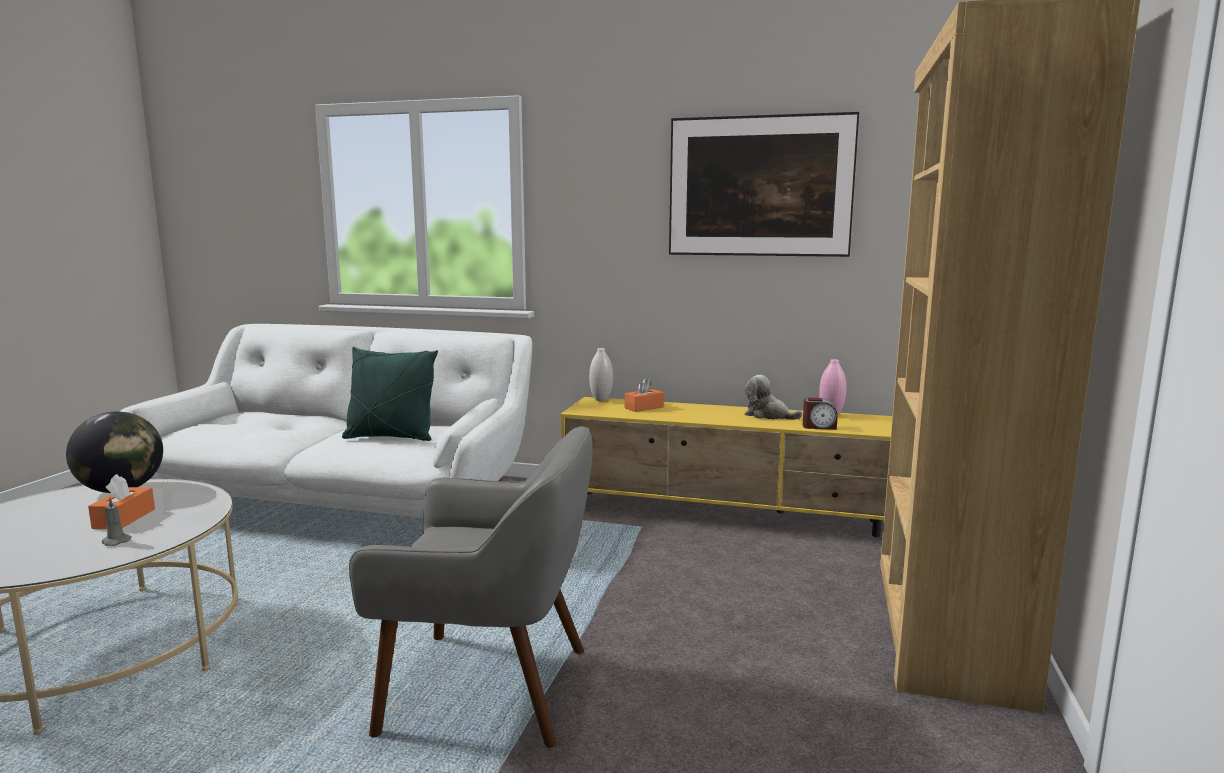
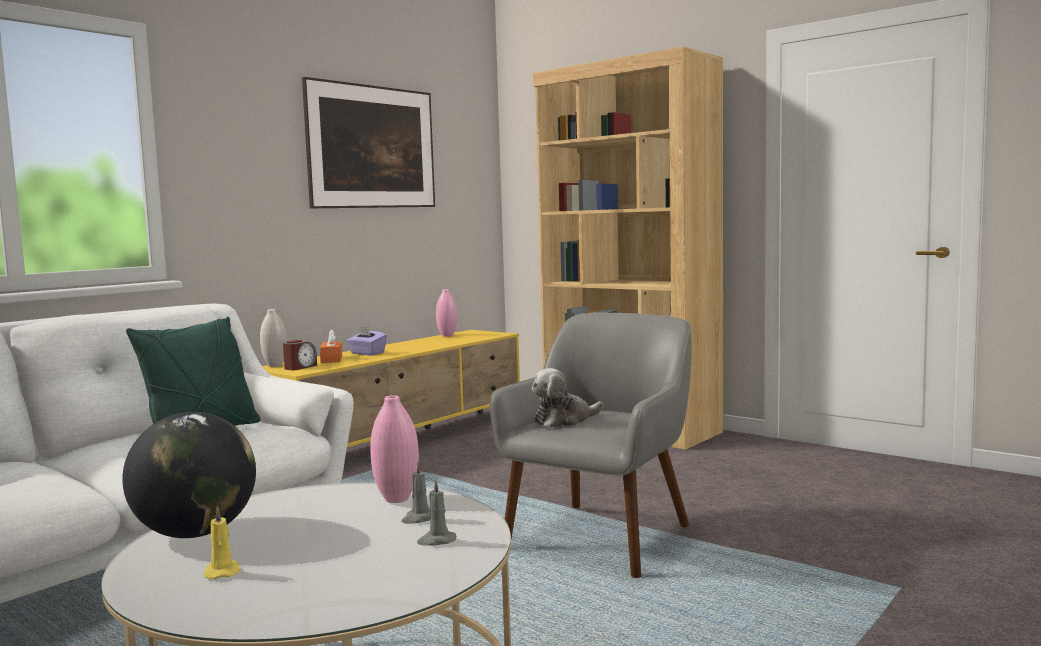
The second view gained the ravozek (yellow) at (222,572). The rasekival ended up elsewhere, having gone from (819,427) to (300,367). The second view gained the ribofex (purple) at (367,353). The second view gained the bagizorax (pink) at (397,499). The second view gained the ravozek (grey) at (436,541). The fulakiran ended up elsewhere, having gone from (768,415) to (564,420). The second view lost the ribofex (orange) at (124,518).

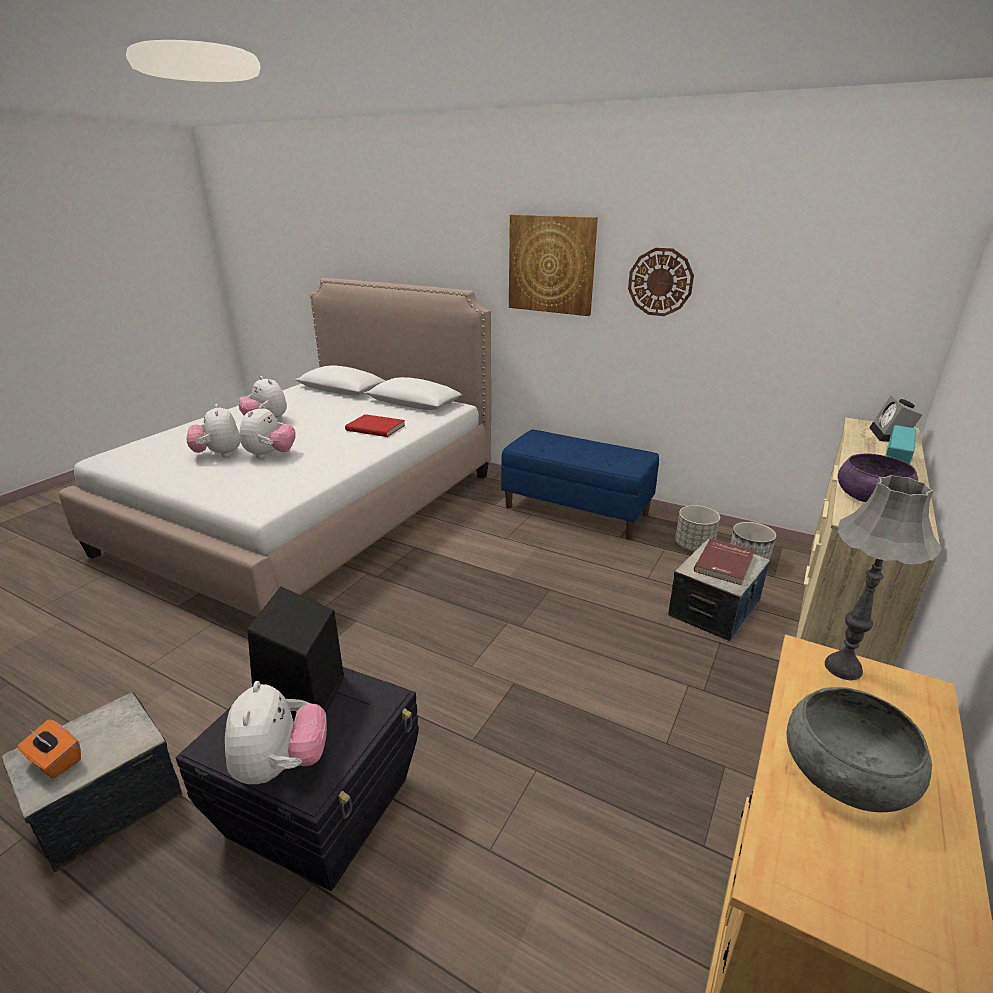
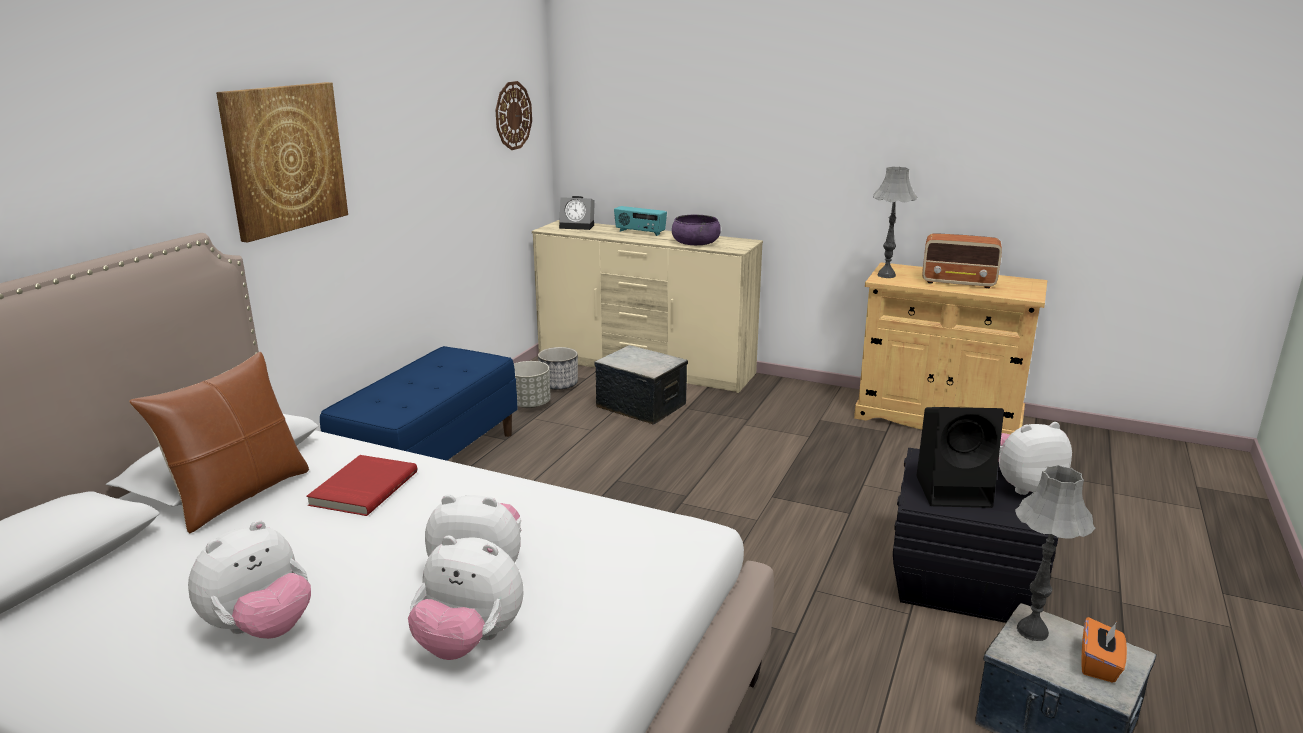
The second view gained the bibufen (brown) at (239,495). The fulakiran at (218,454) ended up facing another way, 45 degrees clockwise from before. The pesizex ended up elsewhere, having gone from (660,282) to (513,115). Where the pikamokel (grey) stood at (846,770), the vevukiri came to stand at (959,282). The second view gained the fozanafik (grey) at (1031,631). The second view lost the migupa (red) at (725,564).

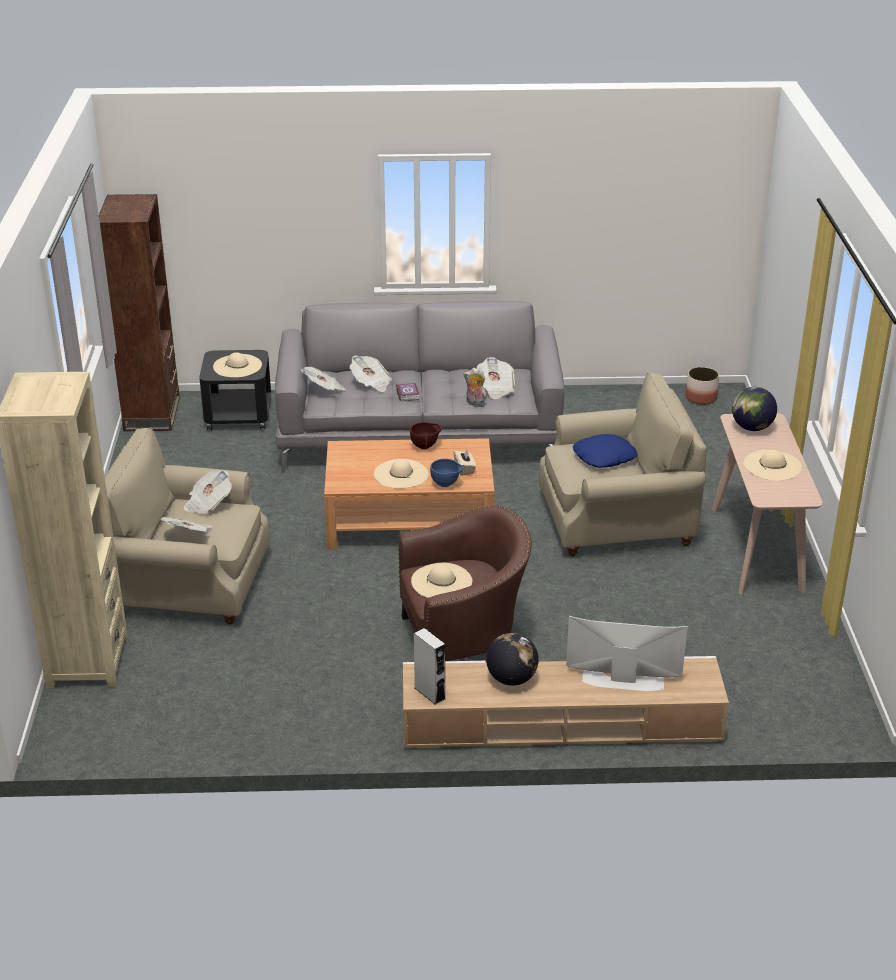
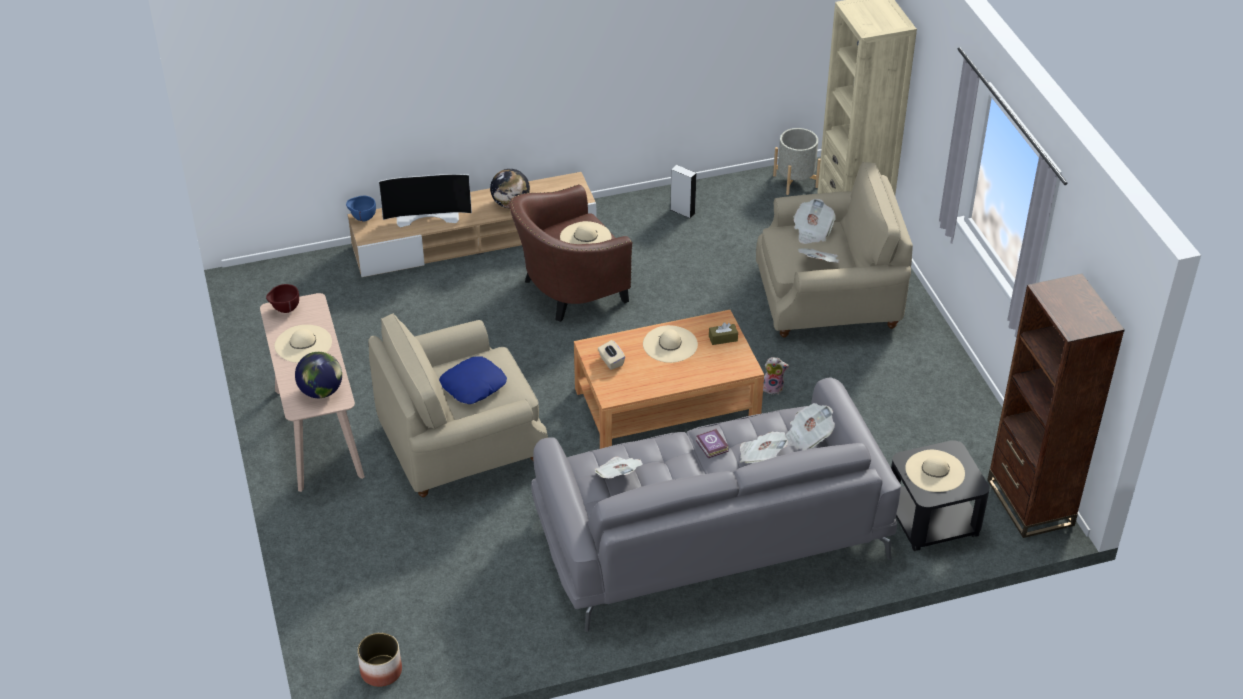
The pikamokel (brown) ended up elsewhere, having gone from (425,447) to (285,310). The pikamokel (blue) ended up elsewhere, having gone from (446,485) to (362,218). The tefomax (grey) ended up elsewhere, having gone from (429,693) to (682,211). The second view gained the ribofex (brown) at (723,338). The fulakiran ended up elsewhere, having gone from (475,404) to (773,388). The second view gained the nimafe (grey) at (795,181).

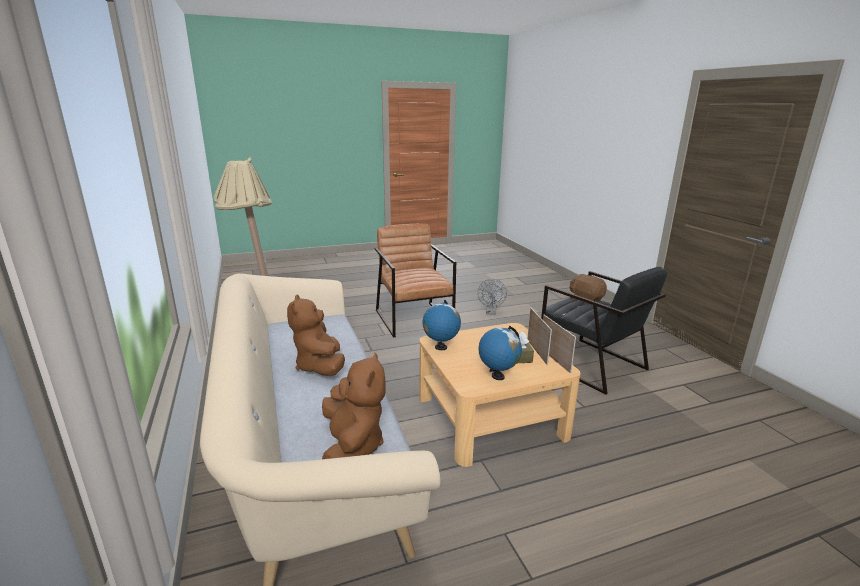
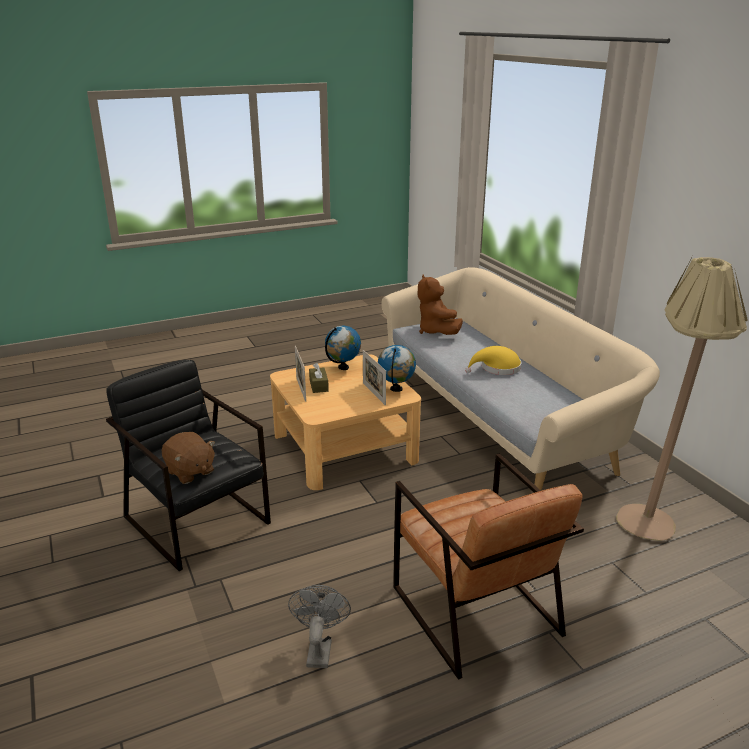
The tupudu ended up elsewhere, having gone from (554,360) to (374,394). Where the fulakiran (brown) stood at (320,367), the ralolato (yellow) came to stand at (497,368).

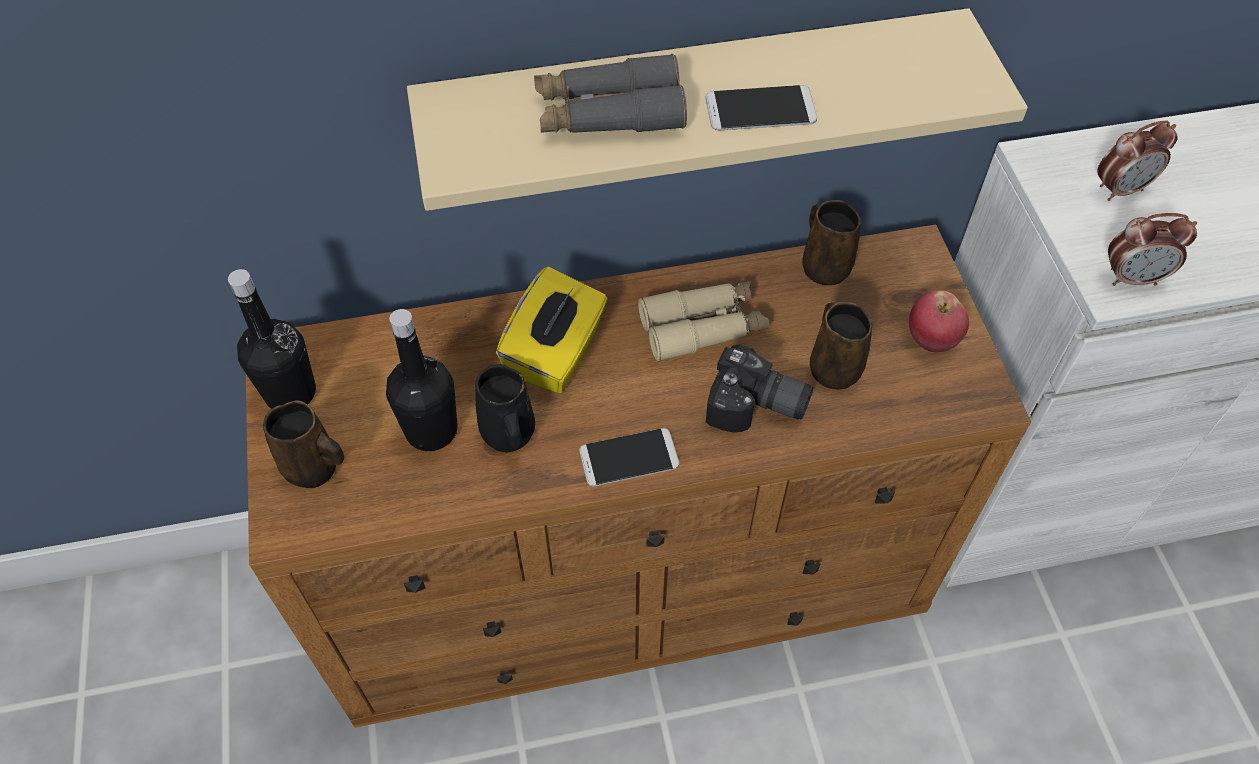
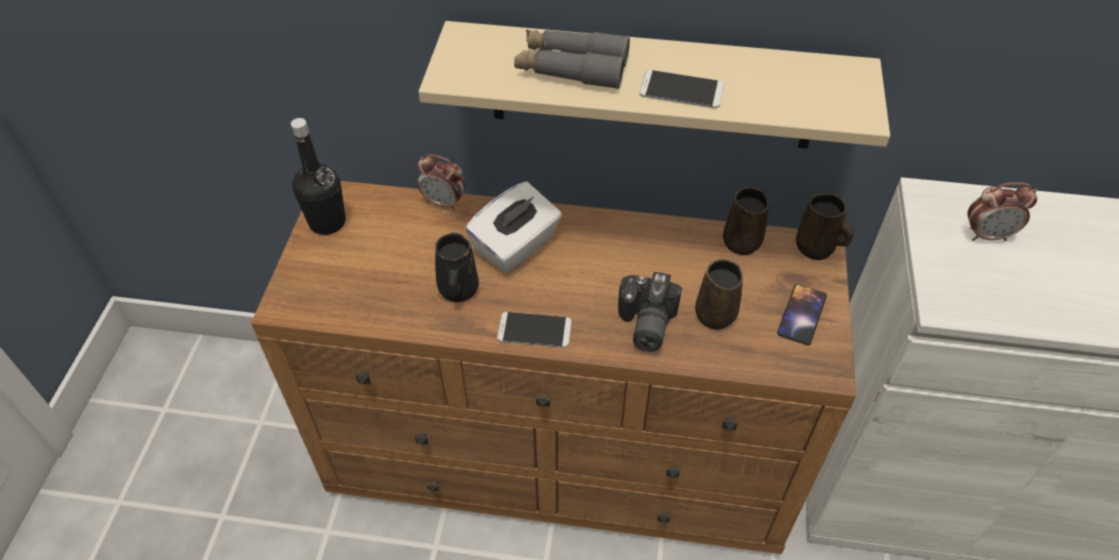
The rasekival ended up elsewhere, having gone from (1133,278) to (444,202). What was the ribofex (yellow) at (556,353) turned into the ribofex (white) at (516,246). The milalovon at (756,408) ended up facing another way, 60 degrees clockwise from before. Where the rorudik stood at (931,340), the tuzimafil came to stand at (801,314). The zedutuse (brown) ended up elsewhere, having gone from (315,469) to (816,249). The second view lost the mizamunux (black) at (431,430). The second view lost the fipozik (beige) at (703,327).

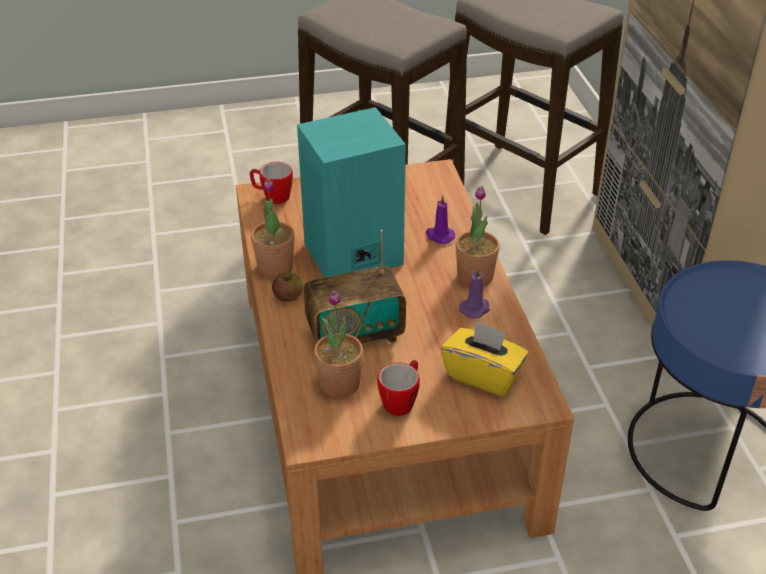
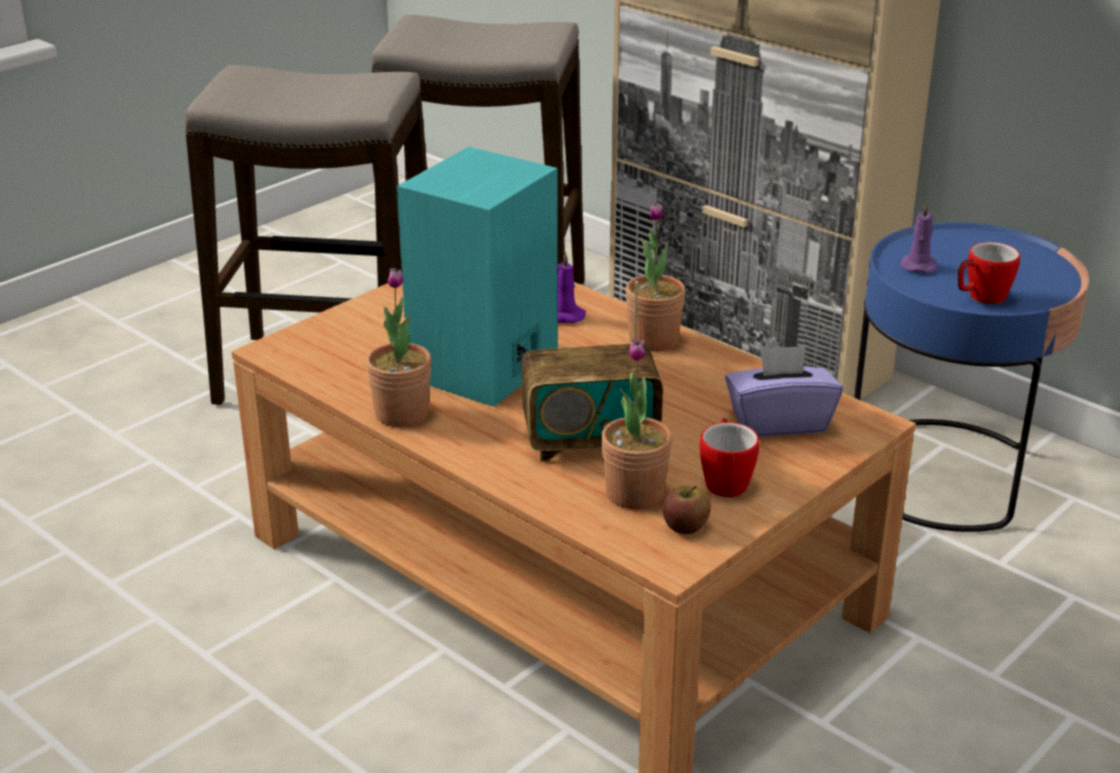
The vevukiri at (355,335) ended up facing another way, 45 degrees clockwise from before. The rorudik ended up elsewhere, having gone from (288,296) to (685,526). What was the ribofex (yellow) at (483,375) turned into the ribofex (purple) at (779,422). The ravozek (purple) ended up elsewhere, having gone from (475,308) to (918,265). The zedutuse ended up elsewhere, having gone from (272,197) to (981,298).

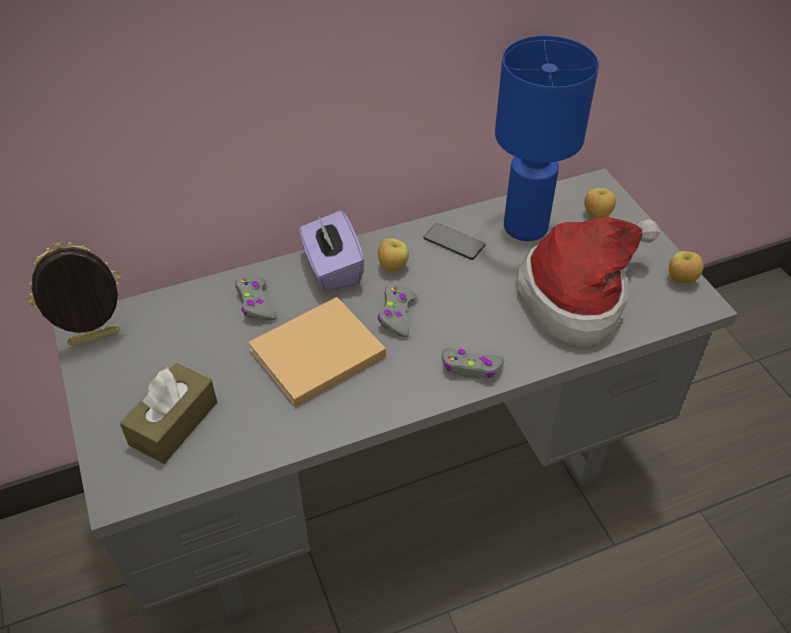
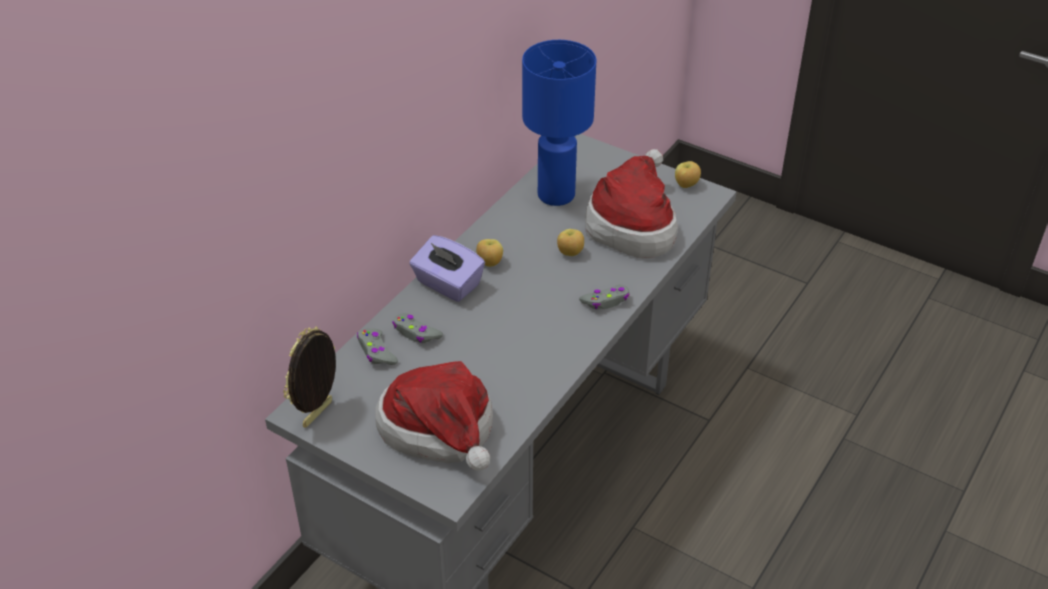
The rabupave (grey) ended up elsewhere, having gone from (397,315) to (376,352). Where the ribofex (brown) stood at (173,423), the ralolato came to stand at (441,434). The rorudik ended up elsewhere, having gone from (596,215) to (570,253). The second view lost the migupa (beige) at (314,355). The second view lost the tuzimafil at (454,242).

